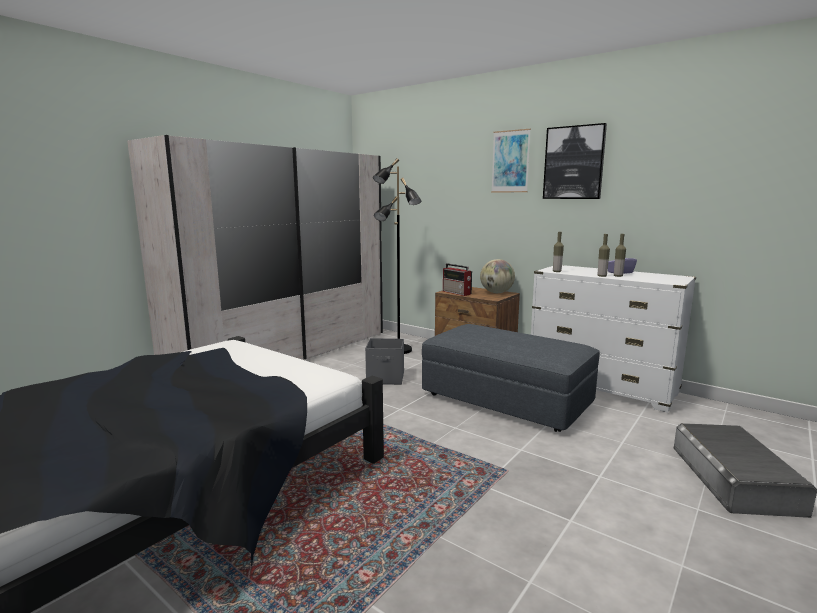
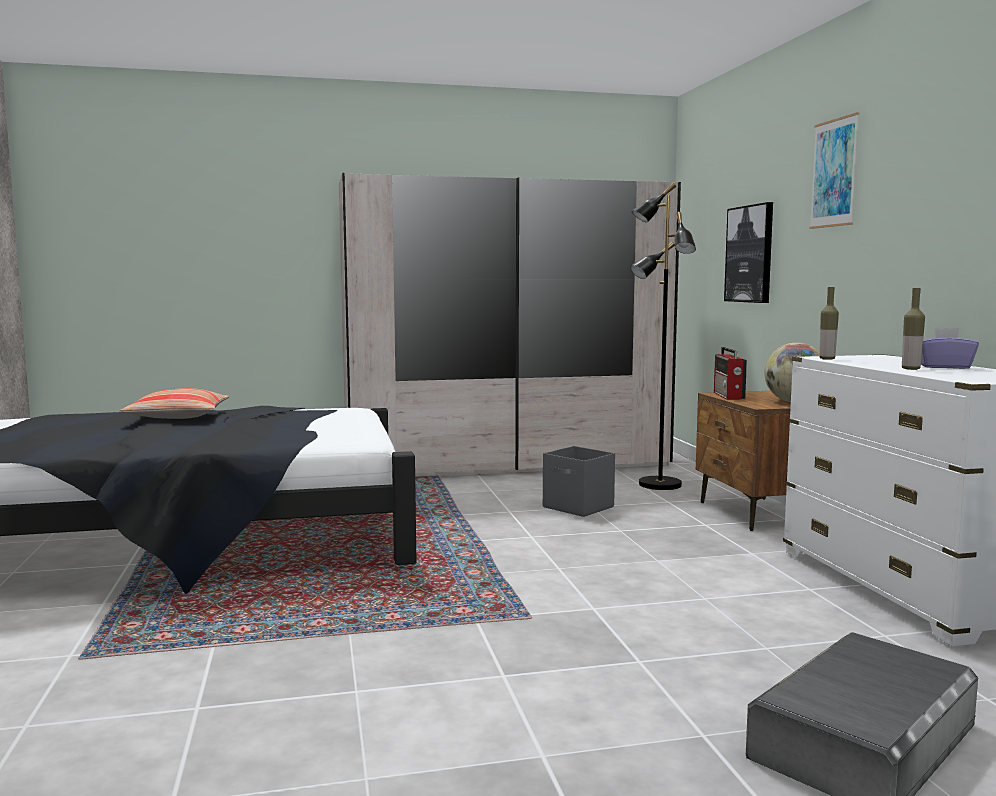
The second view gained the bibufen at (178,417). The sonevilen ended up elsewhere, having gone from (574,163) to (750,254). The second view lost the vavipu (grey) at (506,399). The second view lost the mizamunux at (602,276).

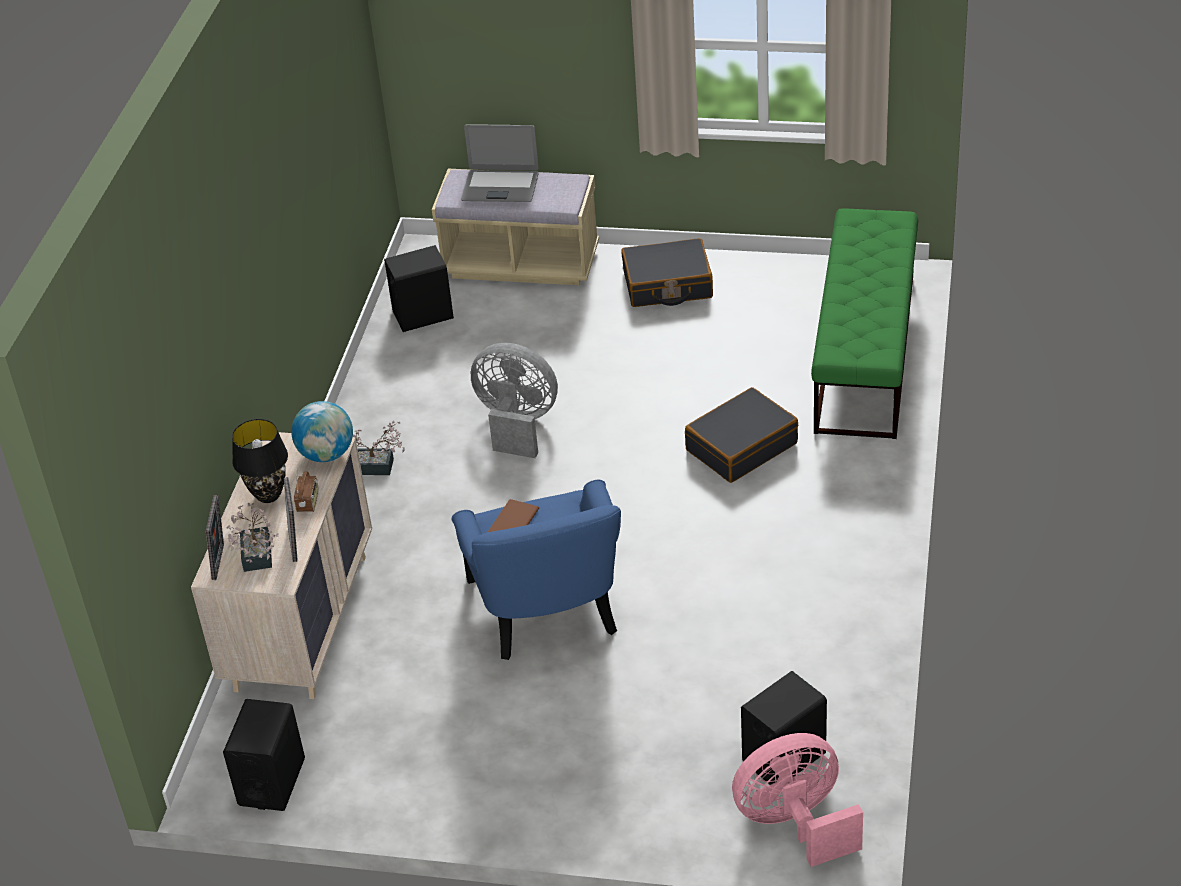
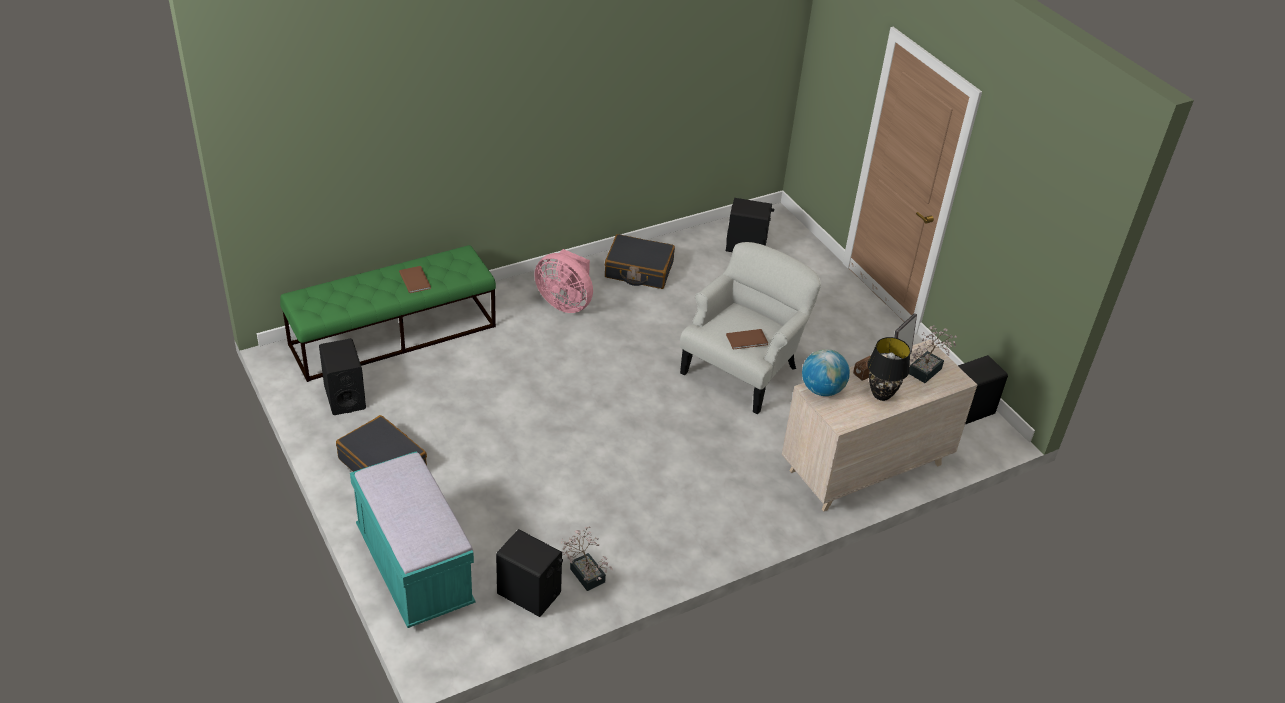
The second view gained the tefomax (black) at (344,397). What was the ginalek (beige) at (521,264) turned into the ginalek (turquoise) at (414,568). The second view gained the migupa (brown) at (415,279). The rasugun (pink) ended up elsewhere, having gone from (795,823) to (565,303). The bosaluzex ended up elsewhere, having gone from (378,467) to (585,572). The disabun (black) ended up elsewhere, having gone from (741,446) to (638,270). What was the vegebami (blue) at (546,607) turned into the vegebami (white) at (743,369). The second view lost the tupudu at (221,562). The second view lost the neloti at (500,187). The second view lost the rasugun (grey) at (516,424).

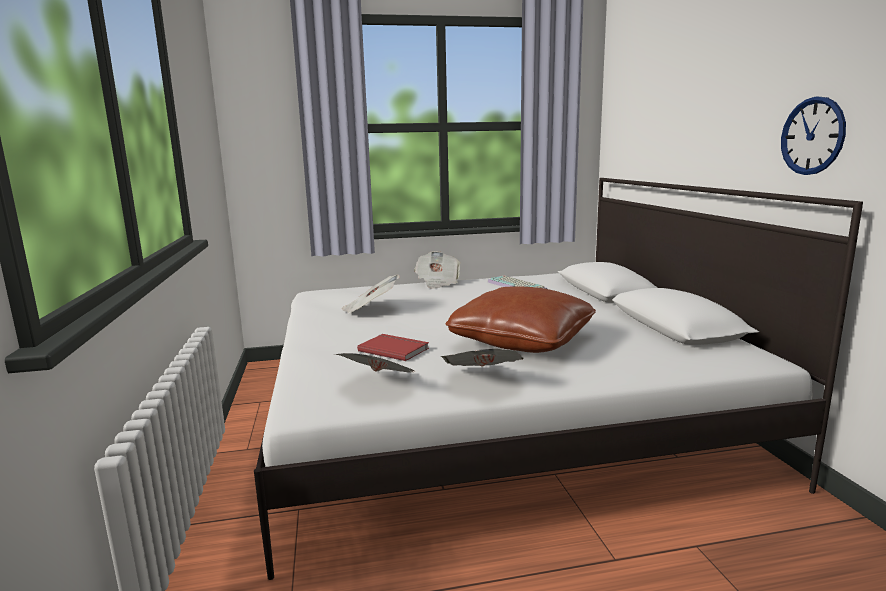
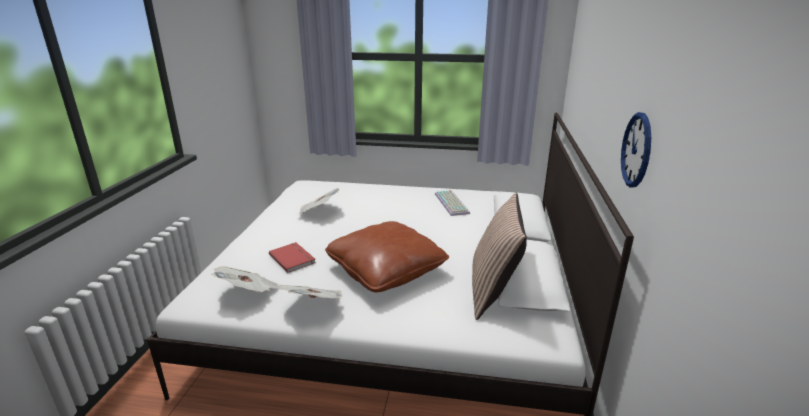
The second view gained the bibufen at (493,291). The second view lost the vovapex at (437,282).

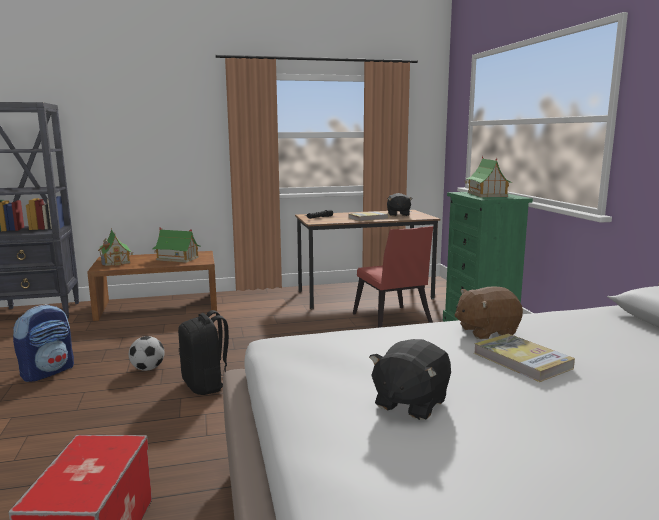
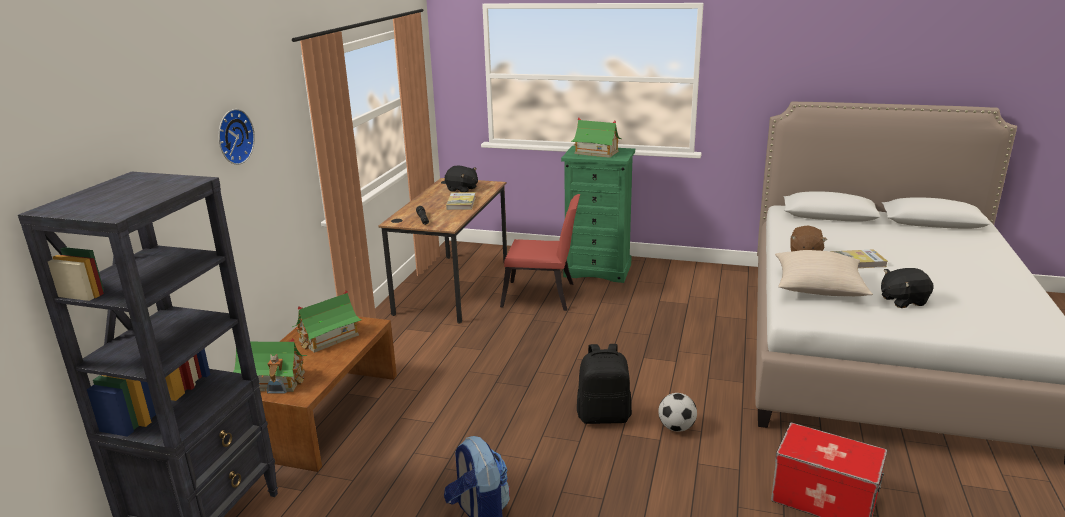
The second view gained the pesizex at (232,136). The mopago ended up elsewhere, having gone from (148,369) to (676,427). The second view gained the bibufen (beige) at (818,287). The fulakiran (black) at (410,403) ended up facing another way, 105 degrees clockwise from before.

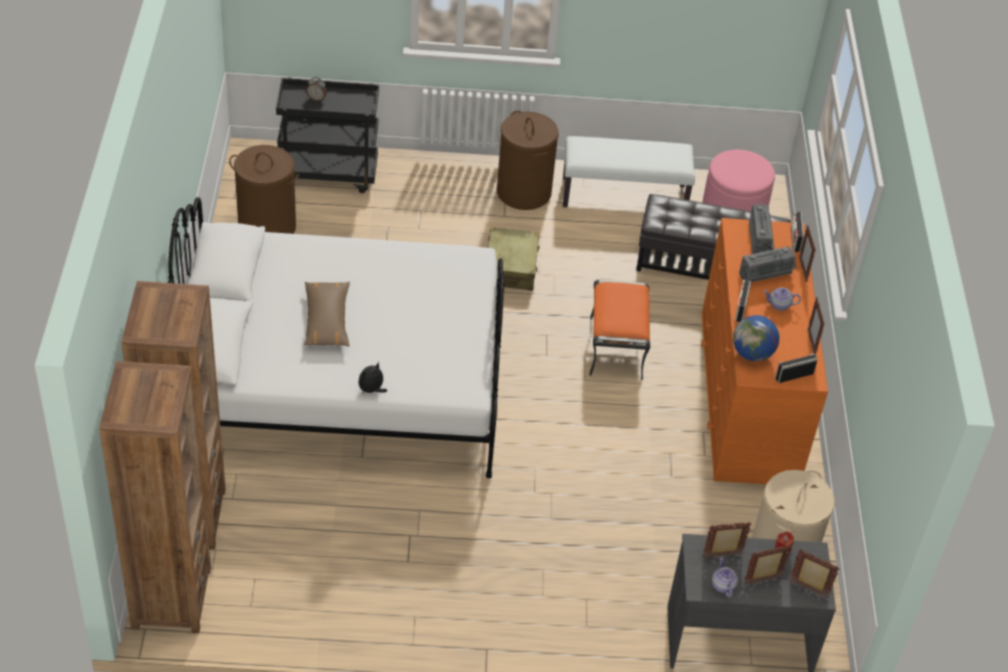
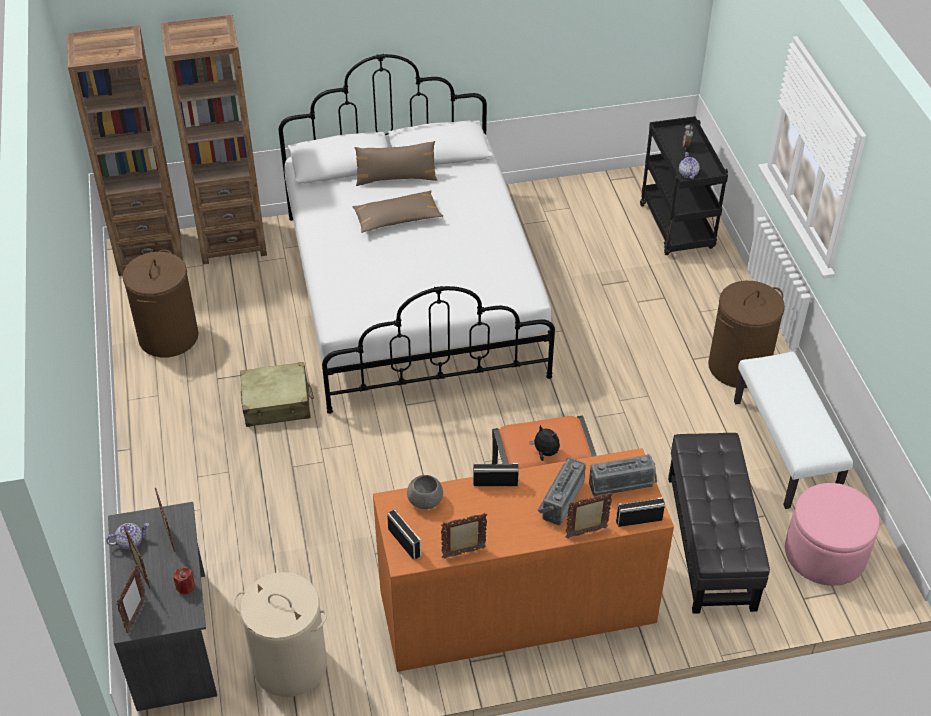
The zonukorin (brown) ended up elsewhere, having gone from (266,227) to (168,337). The disabun (beige) ended up elsewhere, having gone from (511,267) to (277,403). The second view gained the bibufen (brown) at (396,178). Where the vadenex stood at (752,354), the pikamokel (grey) came to stand at (426,501). The fulakiran ended up elsewhere, having gone from (371,390) to (545,453). The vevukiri at (766,276) ended up facing another way, 60 degrees clockwise from before. The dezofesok ended up elsewhere, having gone from (779,305) to (687,174).

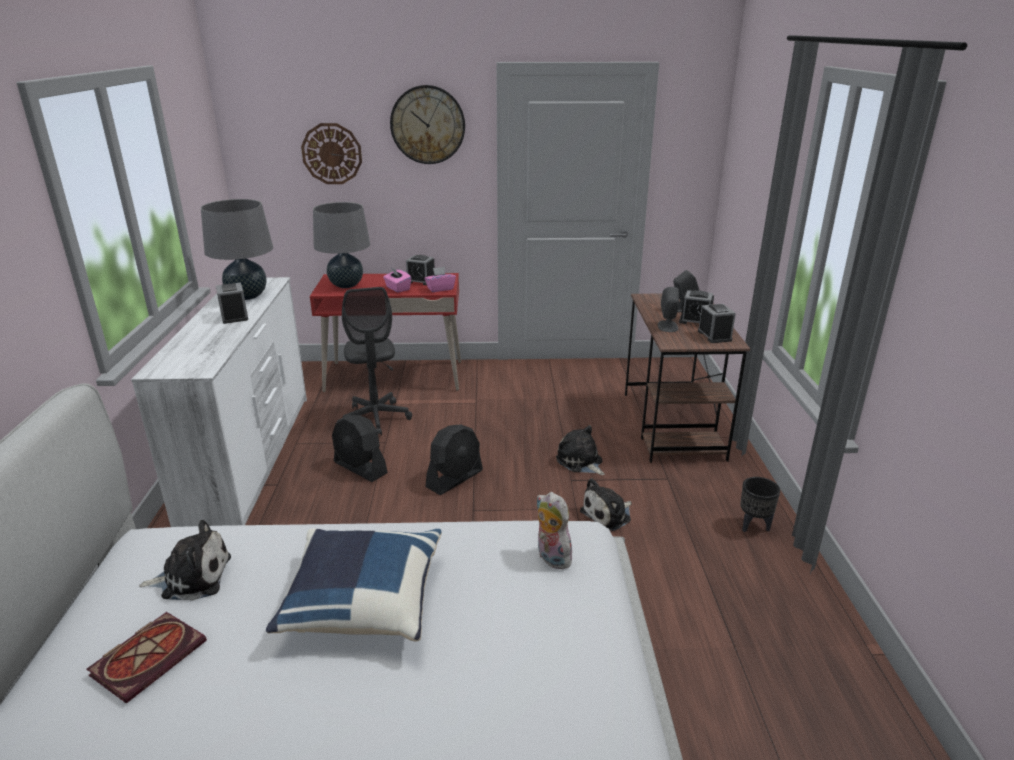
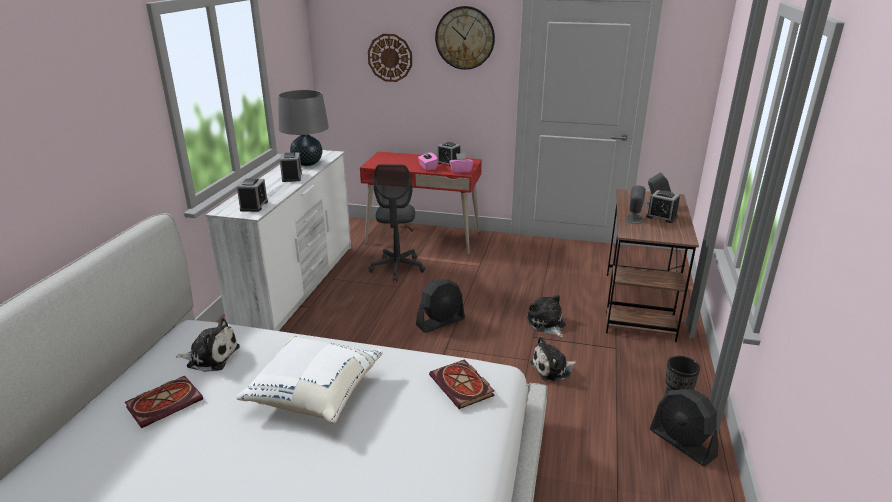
The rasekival ended up elsewhere, having gone from (714,336) to (254,206). What was the bibufen (blue) at (362,602) turned into the bibufen (white) at (314,393). Where the fulakiran stood at (551,558), the migupa came to stand at (463,386). The rasugun (black) ended up elsewhere, having gone from (360,468) to (682,443). The second view lost the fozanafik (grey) at (346,285).

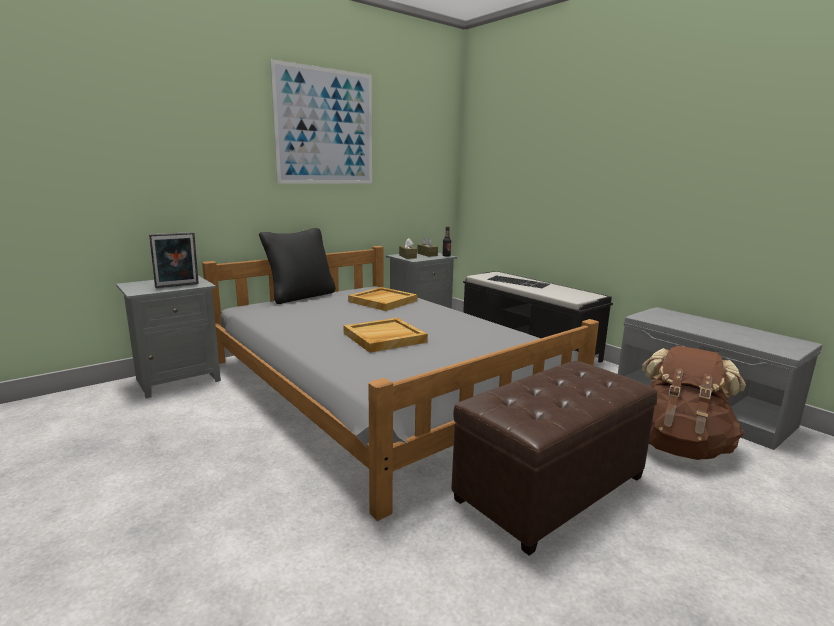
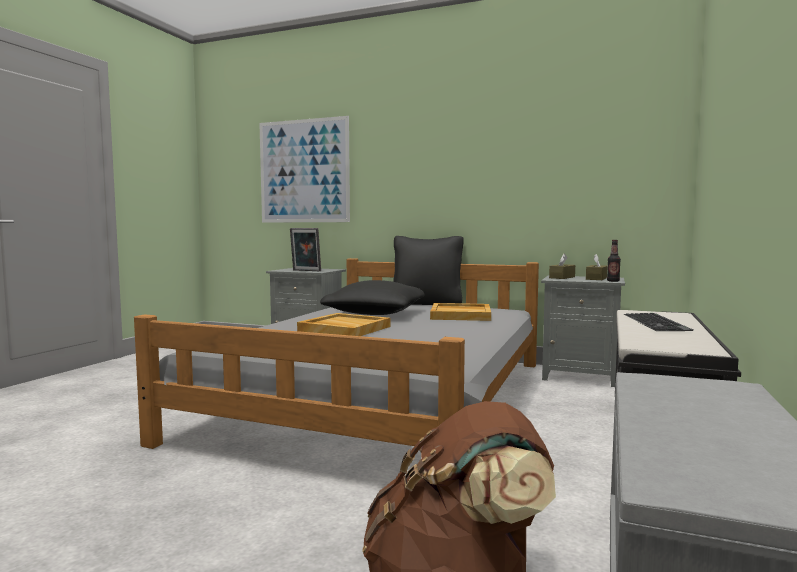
The sonevilen ended up elsewhere, having gone from (325,127) to (304,171). The second view gained the bibufen (black) at (375,313). The second view lost the vavipu (brown) at (549,488).

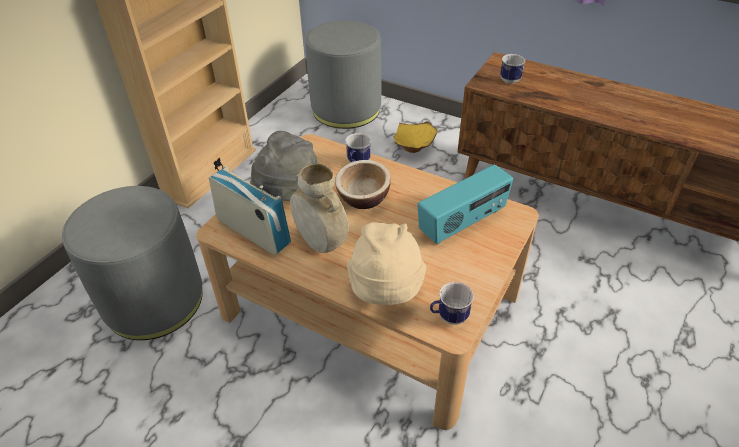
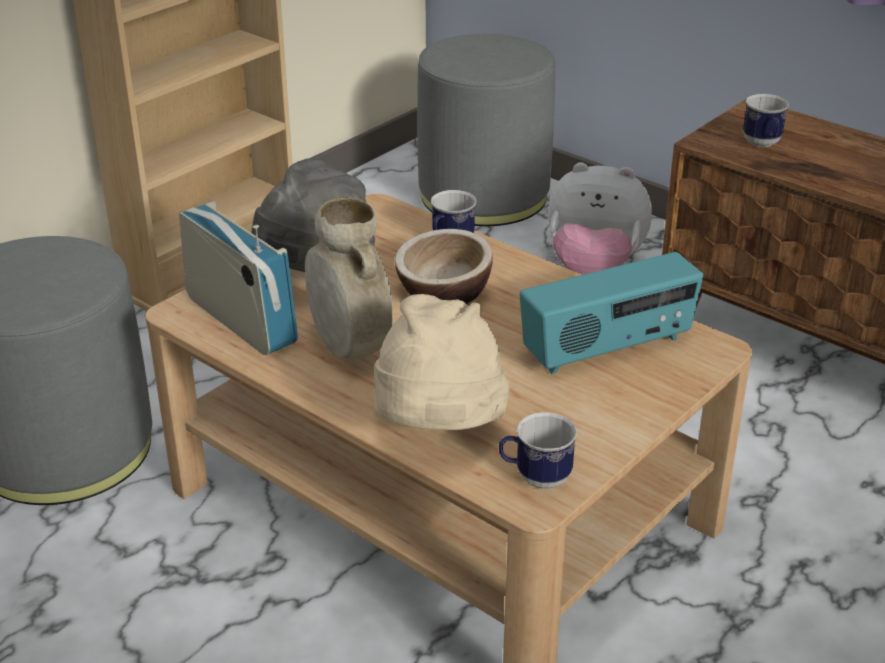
Where the pikamokel (yellow) stood at (414,148), the fulakiran came to stand at (593,270).

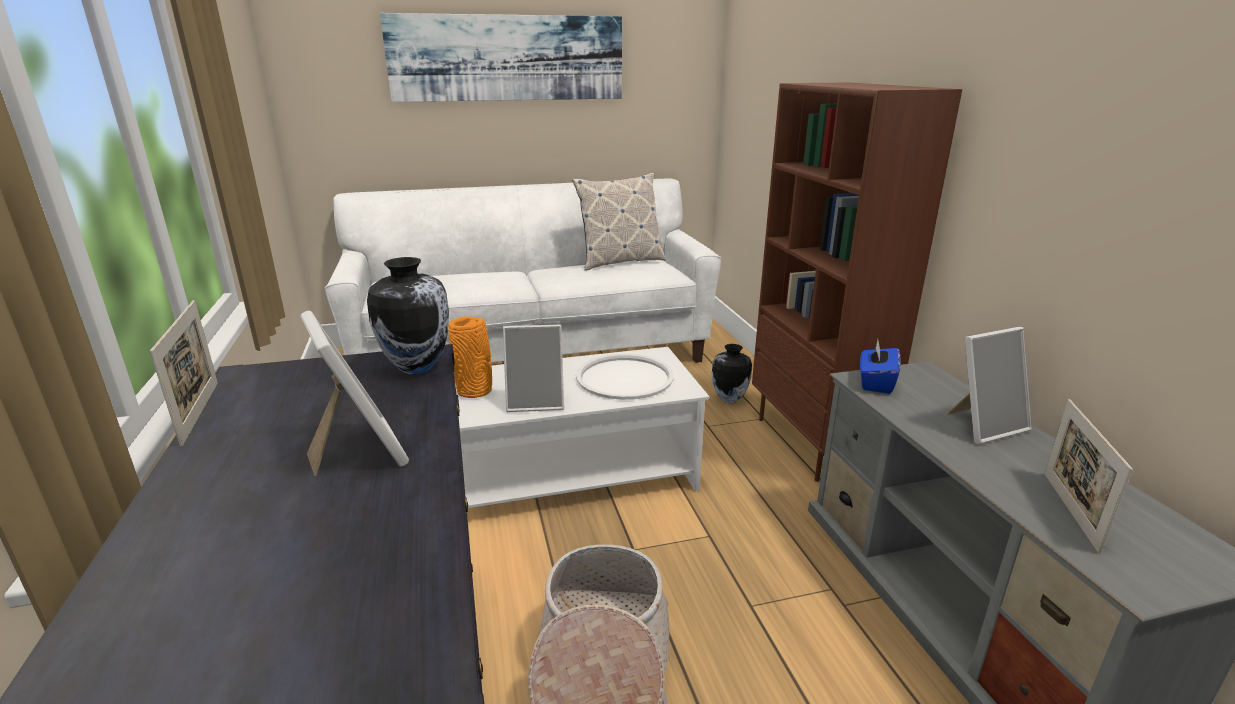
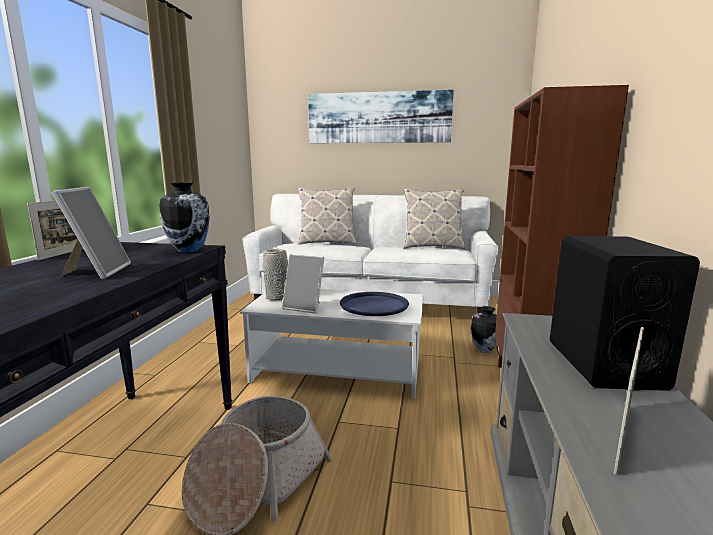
What was the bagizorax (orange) at (475,391) turned into the bagizorax (grey) at (278,297). The second view gained the bibufen at (327,242). What was the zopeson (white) at (624,378) turned into the zopeson (blue) at (374,305). Where the tupudu stood at (983,426), the tefomax (black) came to stand at (603,364). The second view lost the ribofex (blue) at (875,383).

